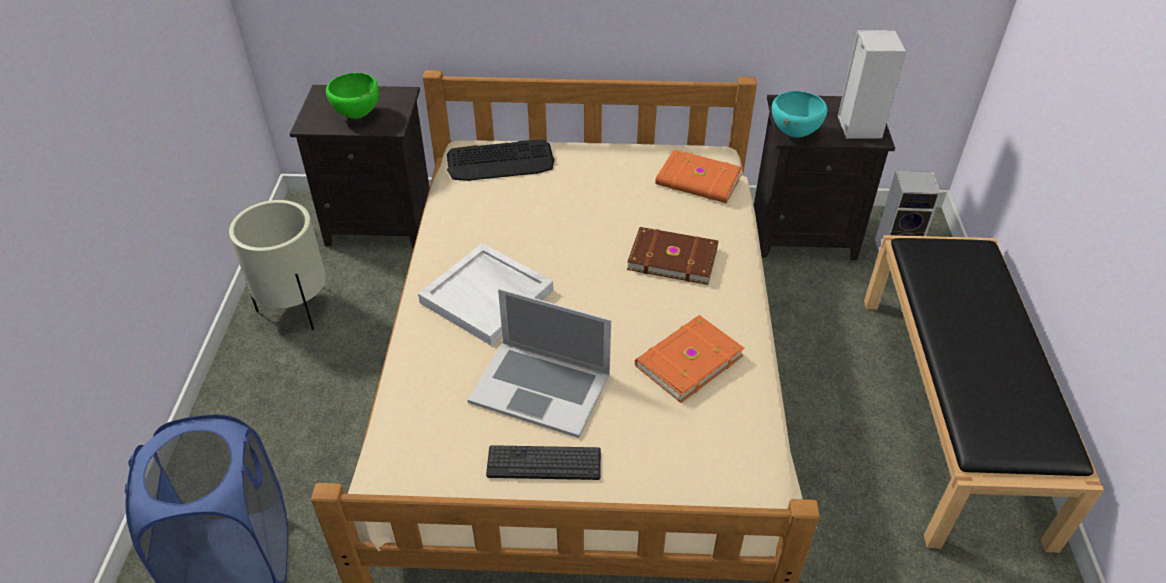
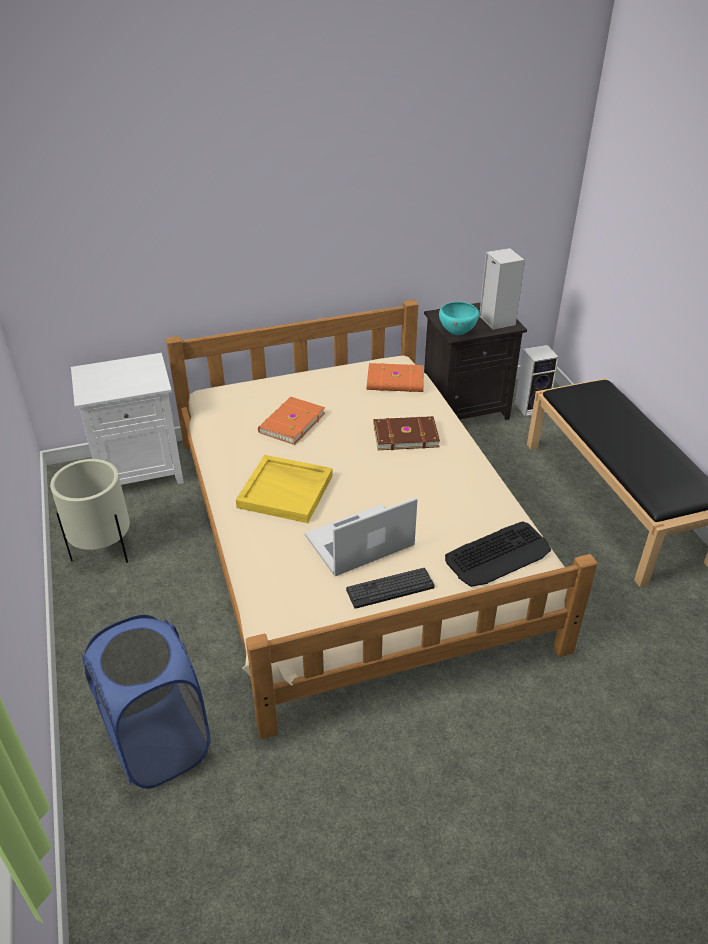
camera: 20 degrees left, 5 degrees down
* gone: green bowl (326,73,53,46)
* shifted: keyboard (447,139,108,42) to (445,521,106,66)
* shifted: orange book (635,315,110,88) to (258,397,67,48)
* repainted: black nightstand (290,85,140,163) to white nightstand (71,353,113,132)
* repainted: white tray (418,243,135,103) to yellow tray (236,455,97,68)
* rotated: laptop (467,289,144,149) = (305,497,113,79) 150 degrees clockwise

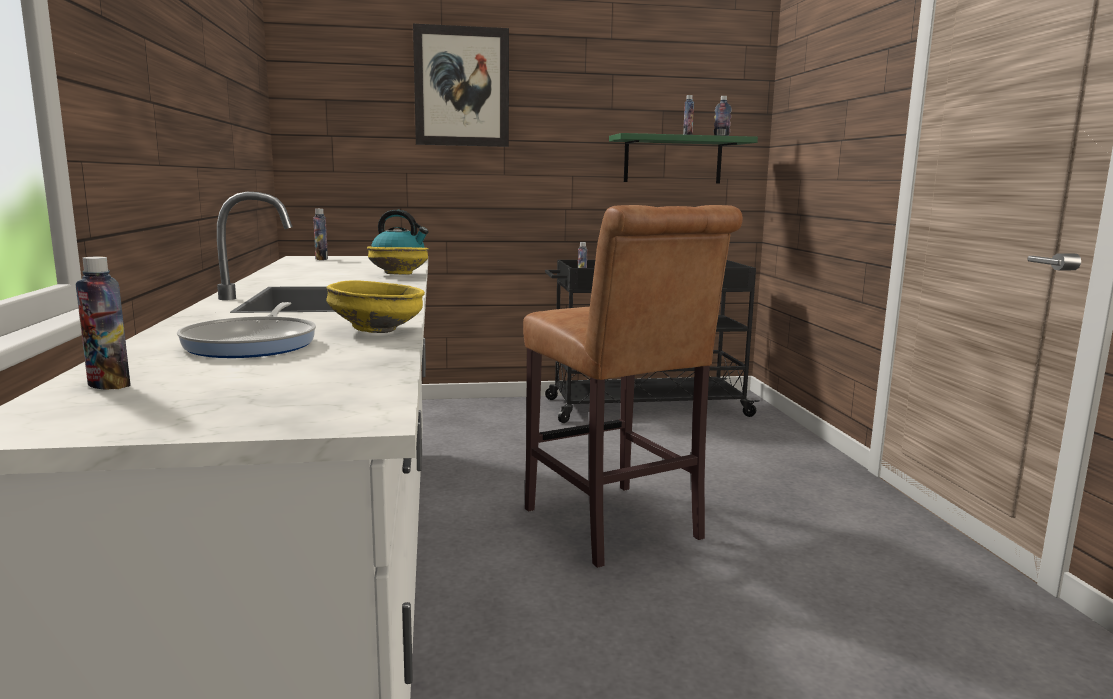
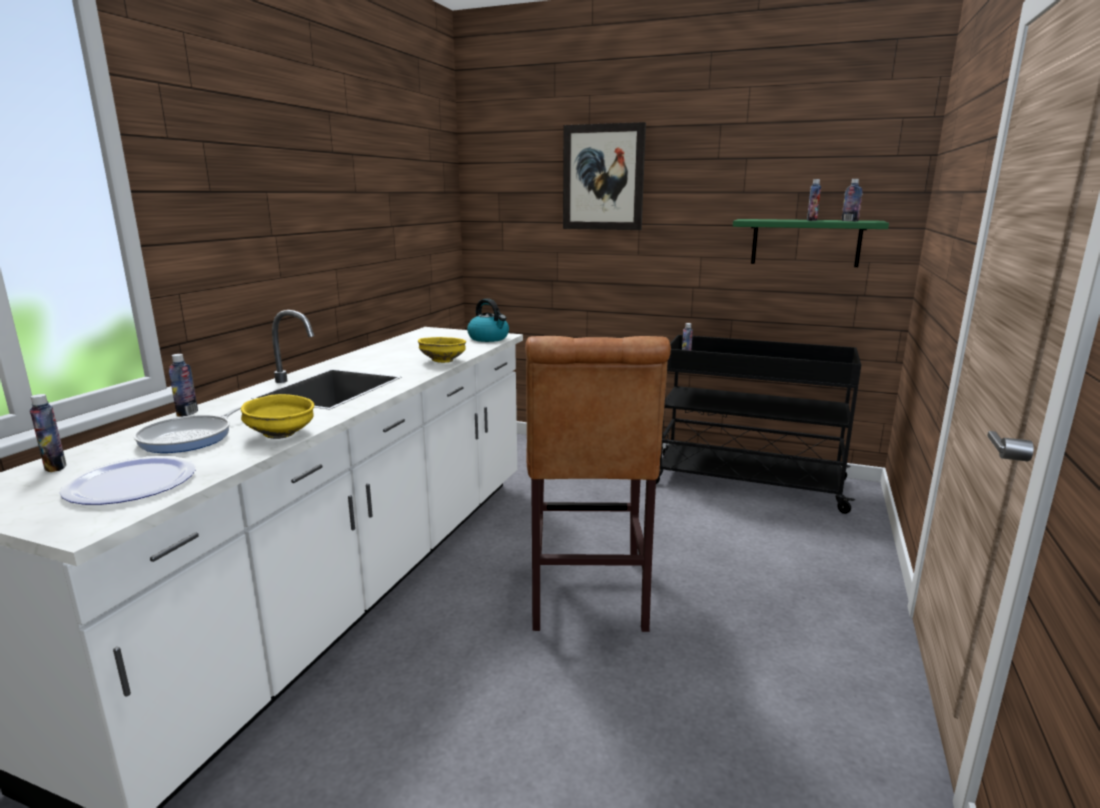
camera: 30 degrees right, 5 degrees up
* new: plate (60,456,135,49)
* shifted: bottle (313,209,15,51) to (169,354,29,63)

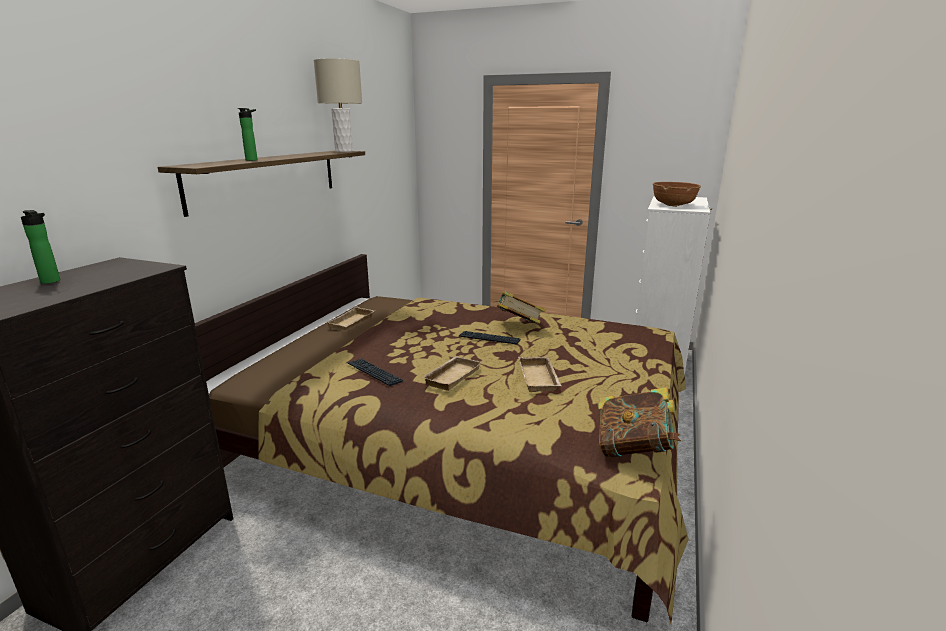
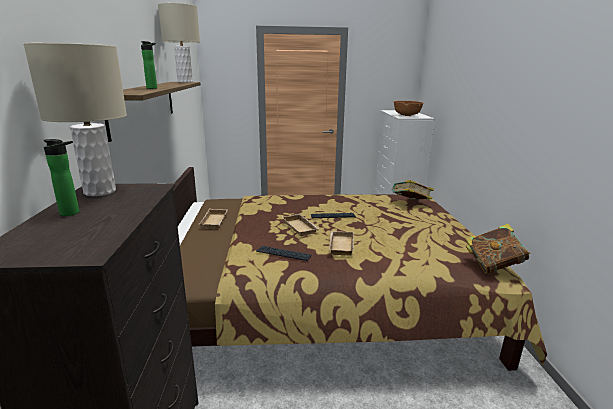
camera: 25 degrees left, 0 degrees up
* new: beige table lamp (23,43,104,153)
* shifted: book (495,291,51,33) to (392,180,42,20)
* shifted: beige tray (518,357,43,35) to (282,214,37,22)

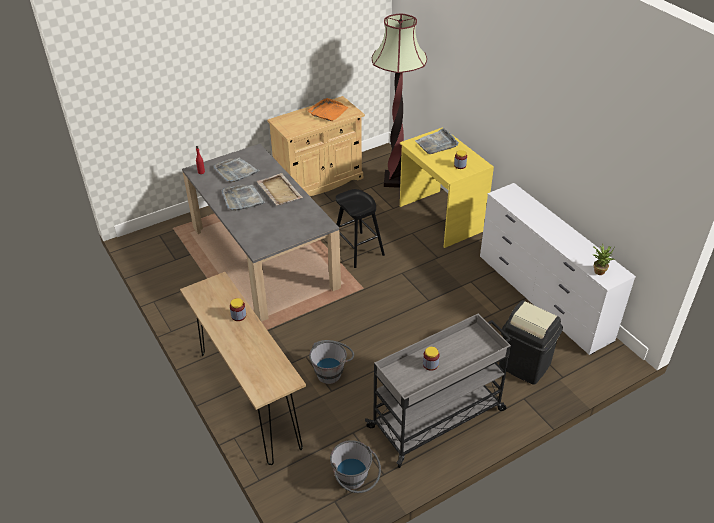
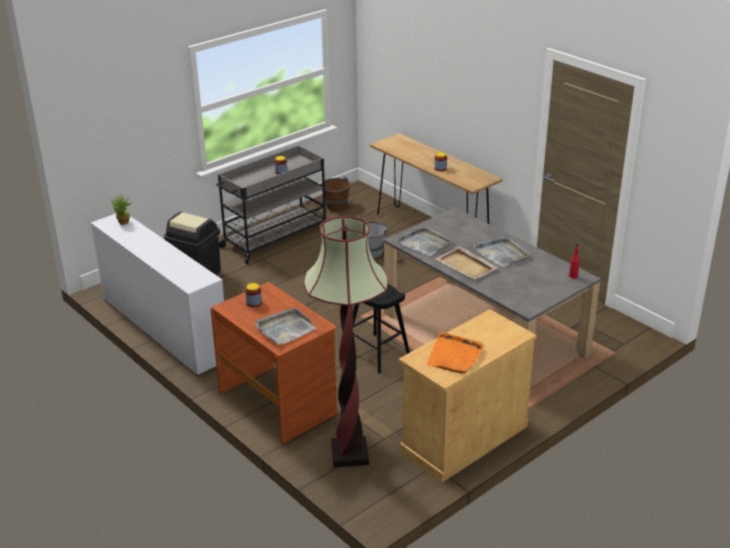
camera: 170 degrees right, 10 degrees down
* shifted: grey tray (214,158,46,25) to (396,226,57,30)
* repainted: grey bucket (330,440,51,53) to brown bucket (321,176,30,35)
* repainted: yellow desk (400,127,94,121) to brown desk (211,282,126,162)

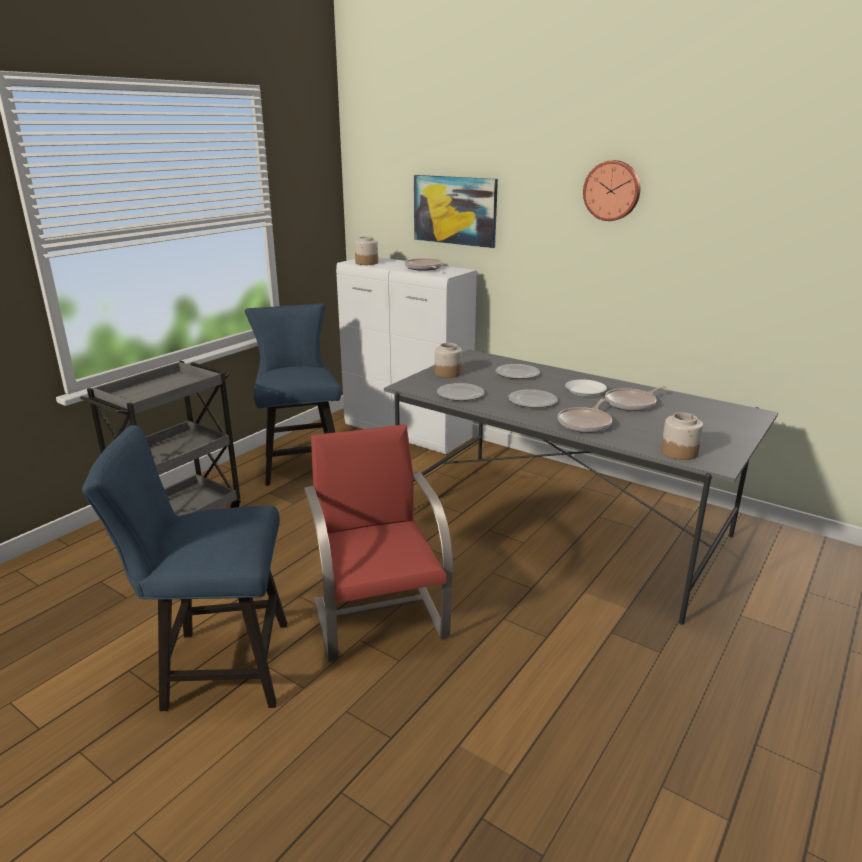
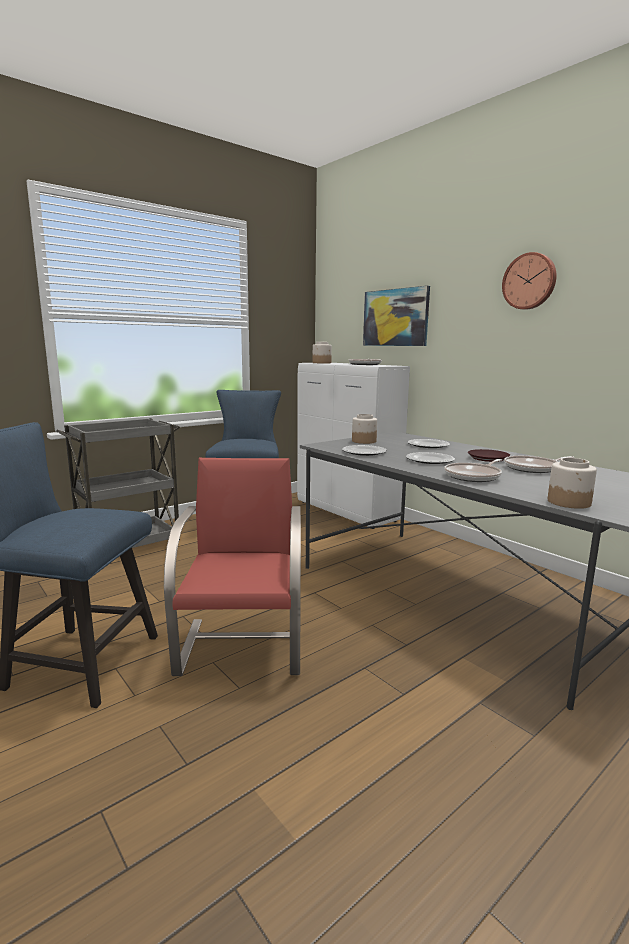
camera: 15 degrees right, 10 degrees down
* repainted: white plate (565,380,42,17) to brown plate (468,449,42,13)

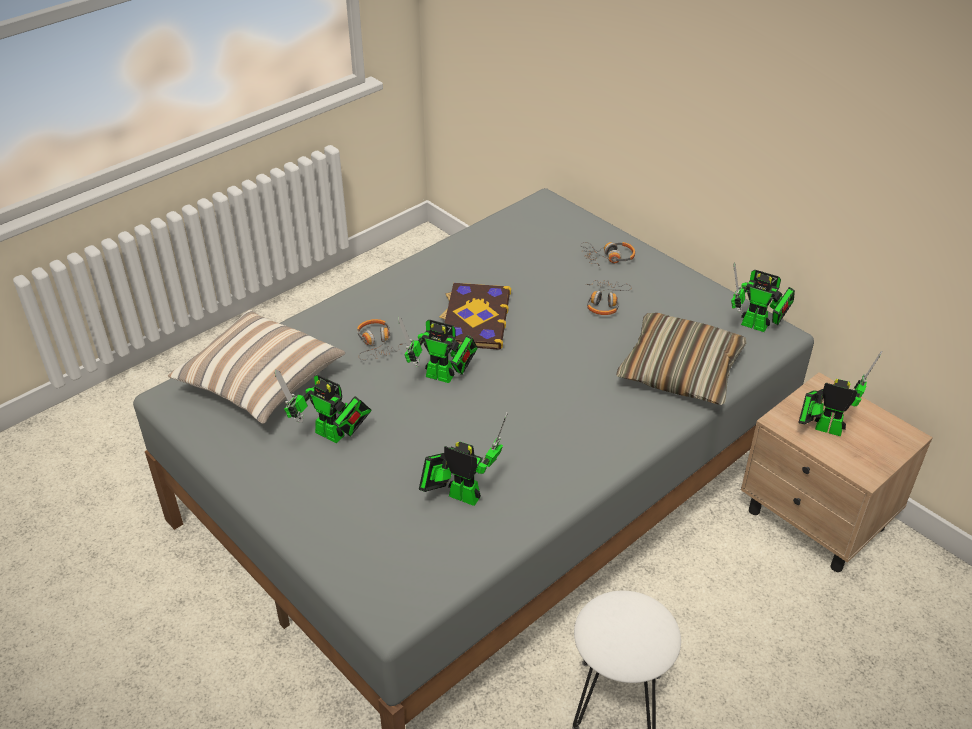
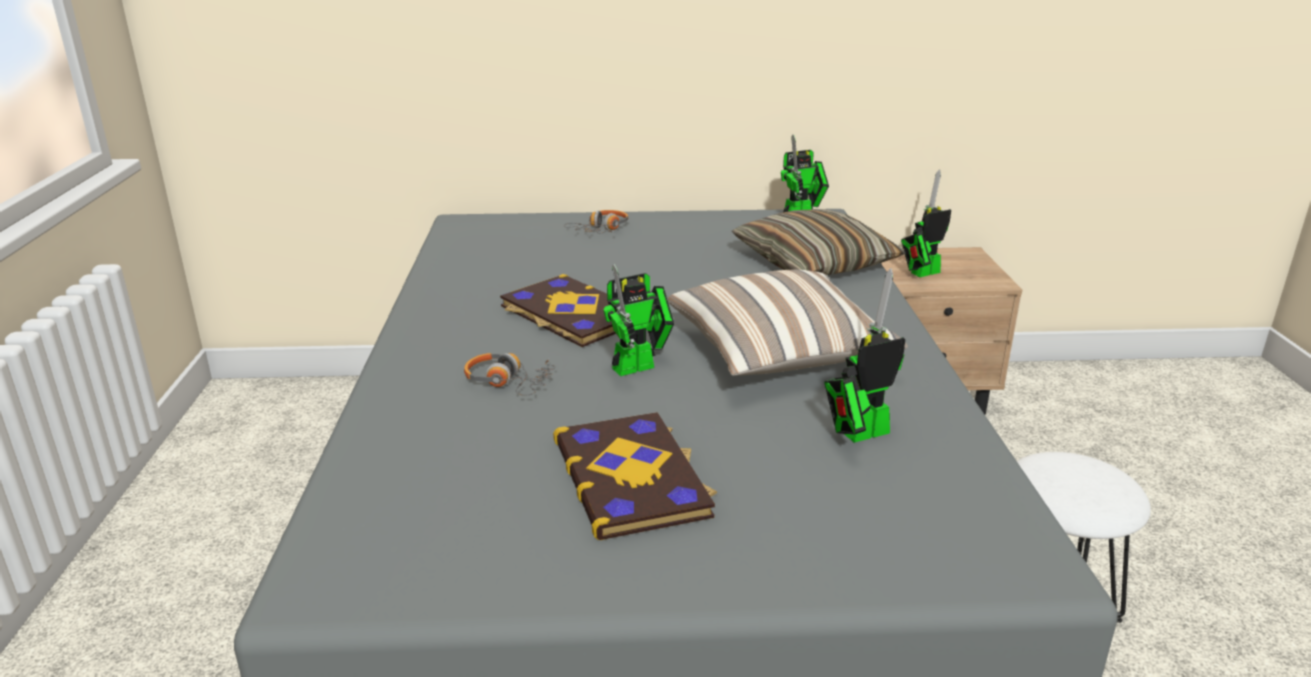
camera: 50 degrees left, 15 degrees down
* gone: headphones (586,280,46,35)
* shifted: pillow (168,310,177,114) to (667,270,241,106)
* swapped: toy robot (275,369,96,74) to book (553,412,164,128)

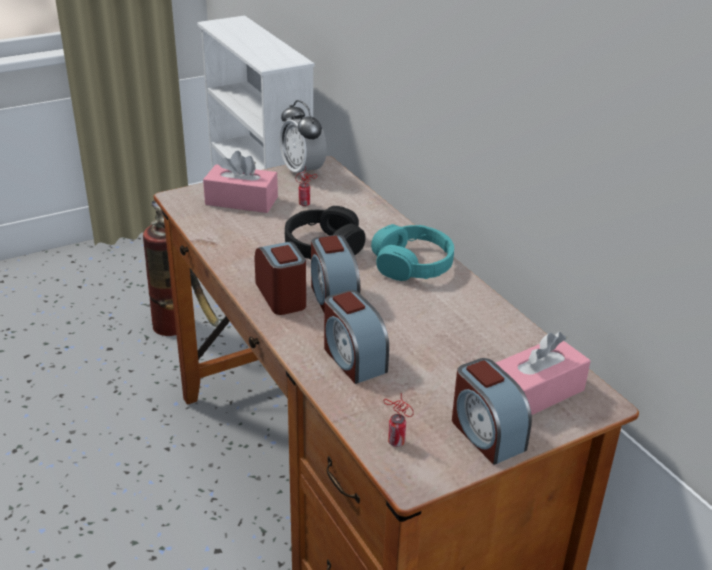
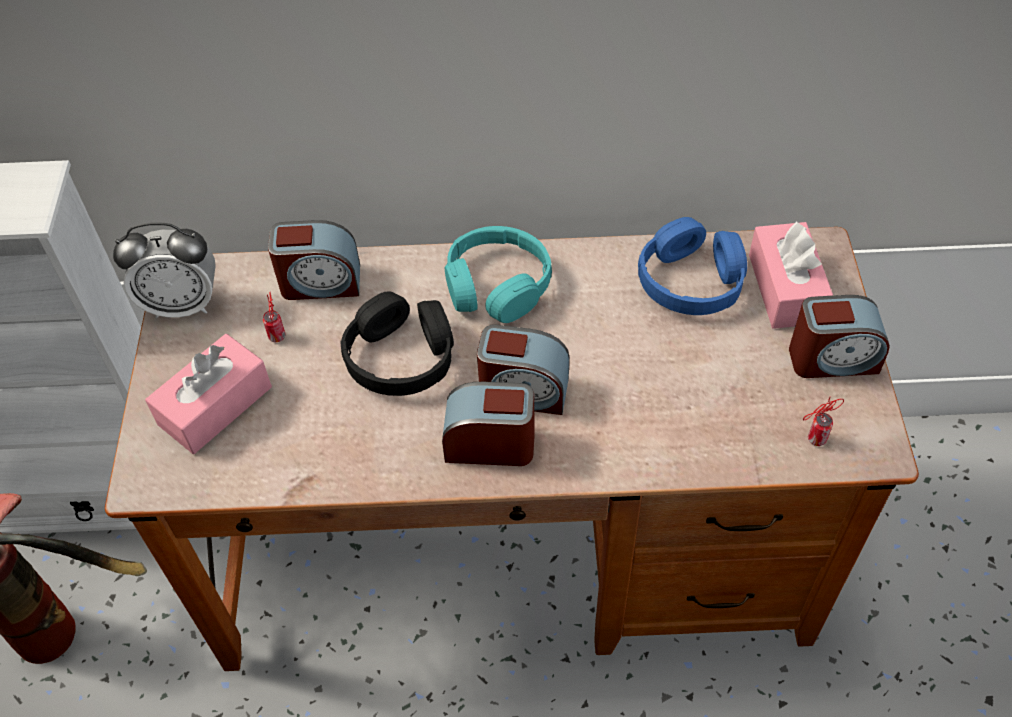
camera: 60 degrees left, 20 degrees up
* new: blue headphones (638,217,109,98)
* shifted: alarm clock (324,290,65,94) to (268,220,92,80)

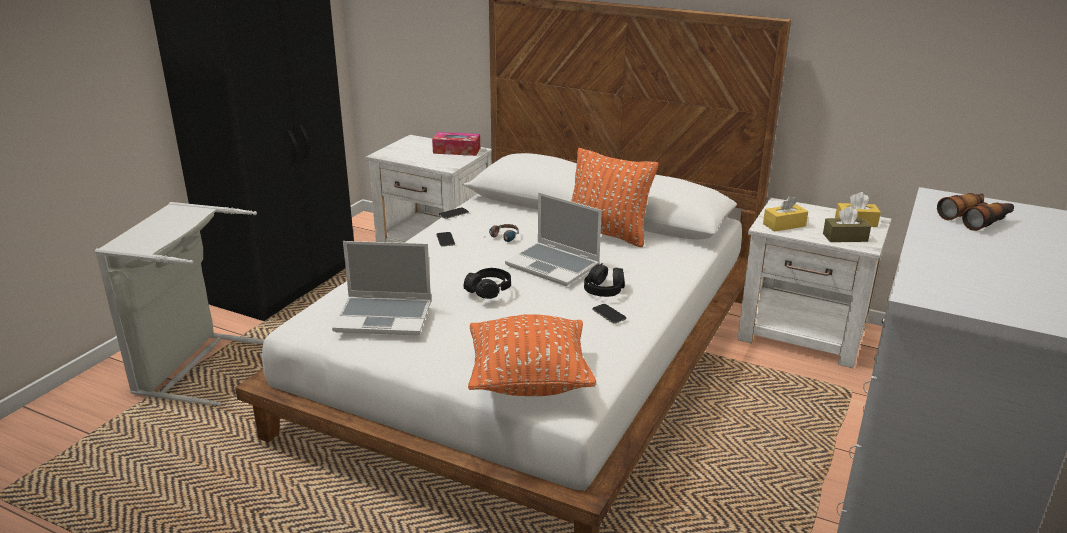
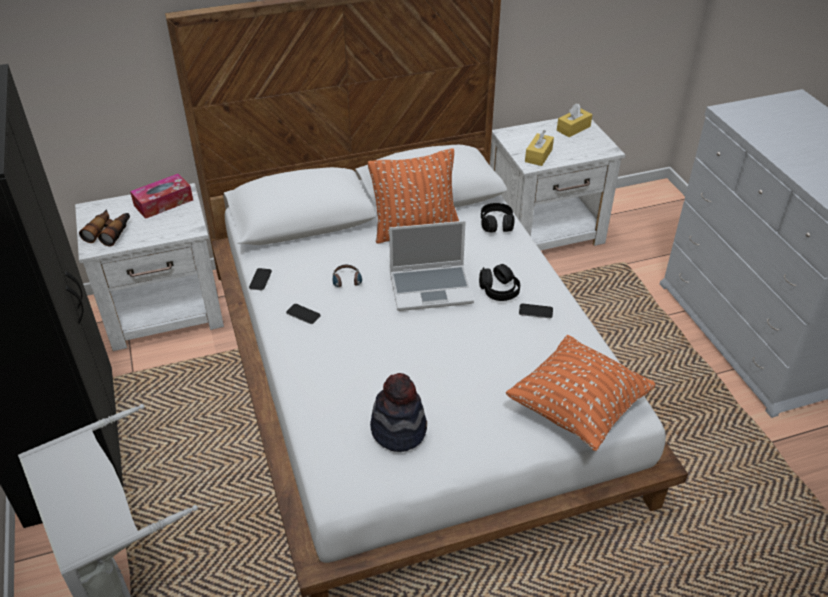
camera: 45 degrees left, 15 degrees up
* gone: brown tissue box (823,206,48,36)
* shifted: black headphones (463,268,48,31) to (481,203,33,30)
* shifted: binoculars (937,193,77,38) to (79,210,51,36)
* swapped: laptop (332,241,99,94) to hat (370,373,57,79)

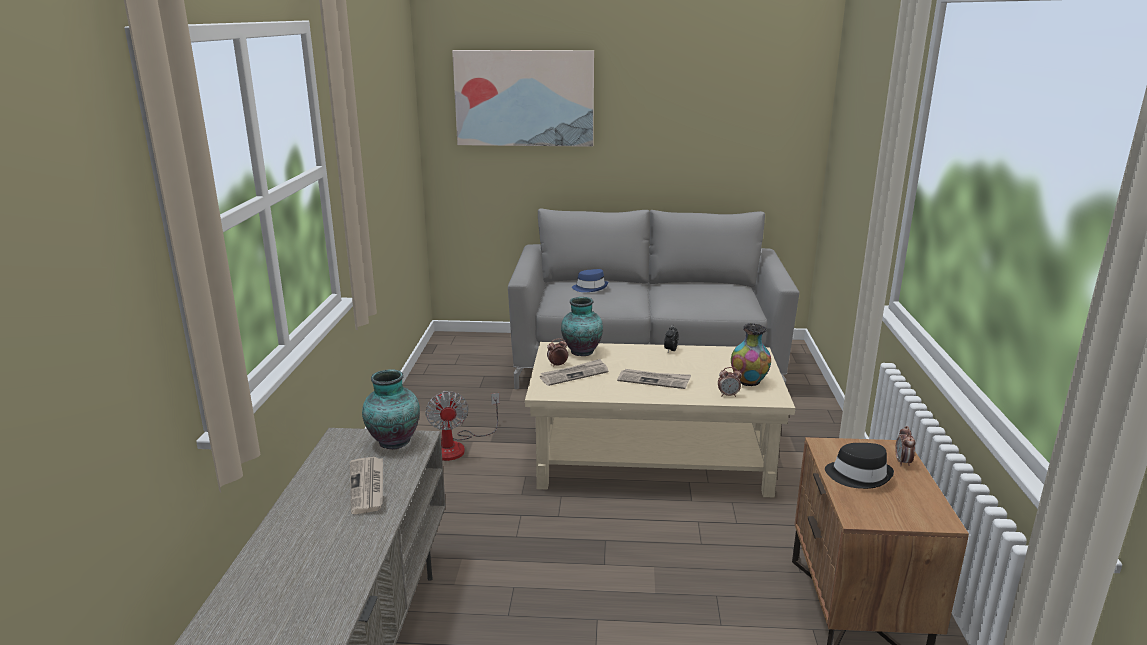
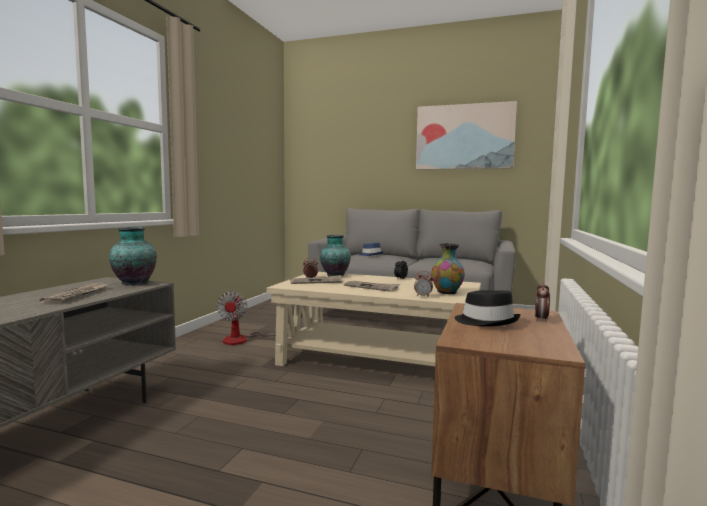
camera: 15 degrees right, 15 degrees down
* shifted: picture (452,50,142,97) to (416,101,101,69)

